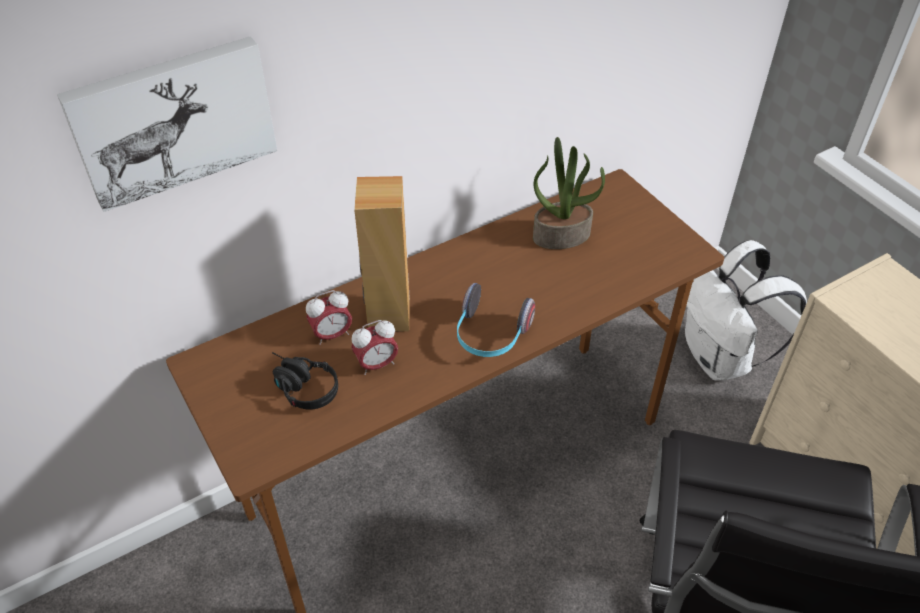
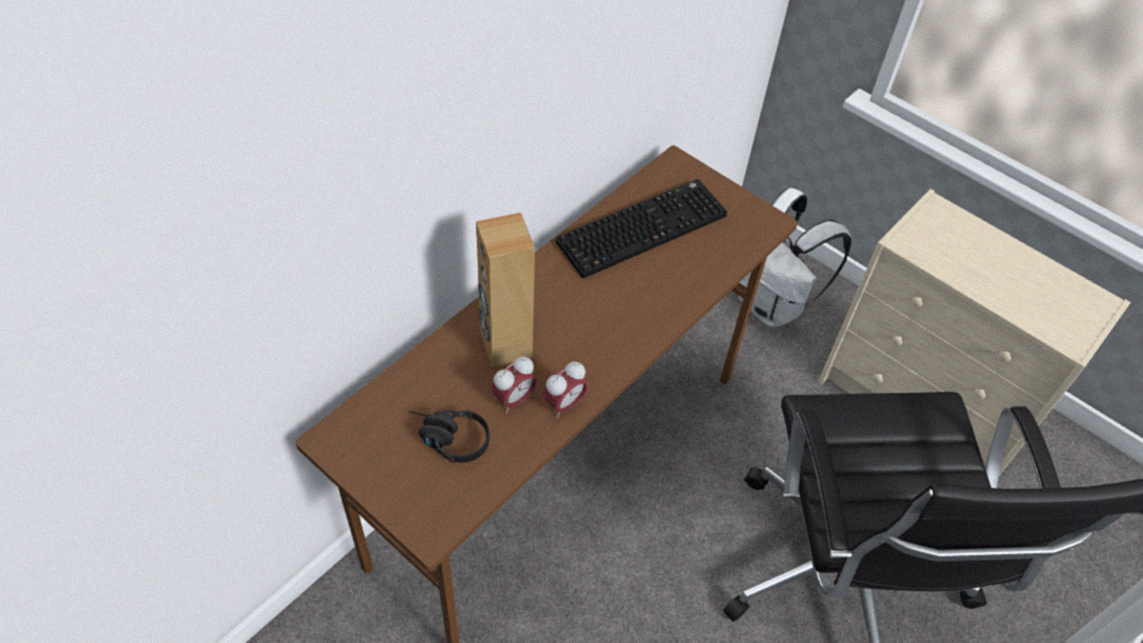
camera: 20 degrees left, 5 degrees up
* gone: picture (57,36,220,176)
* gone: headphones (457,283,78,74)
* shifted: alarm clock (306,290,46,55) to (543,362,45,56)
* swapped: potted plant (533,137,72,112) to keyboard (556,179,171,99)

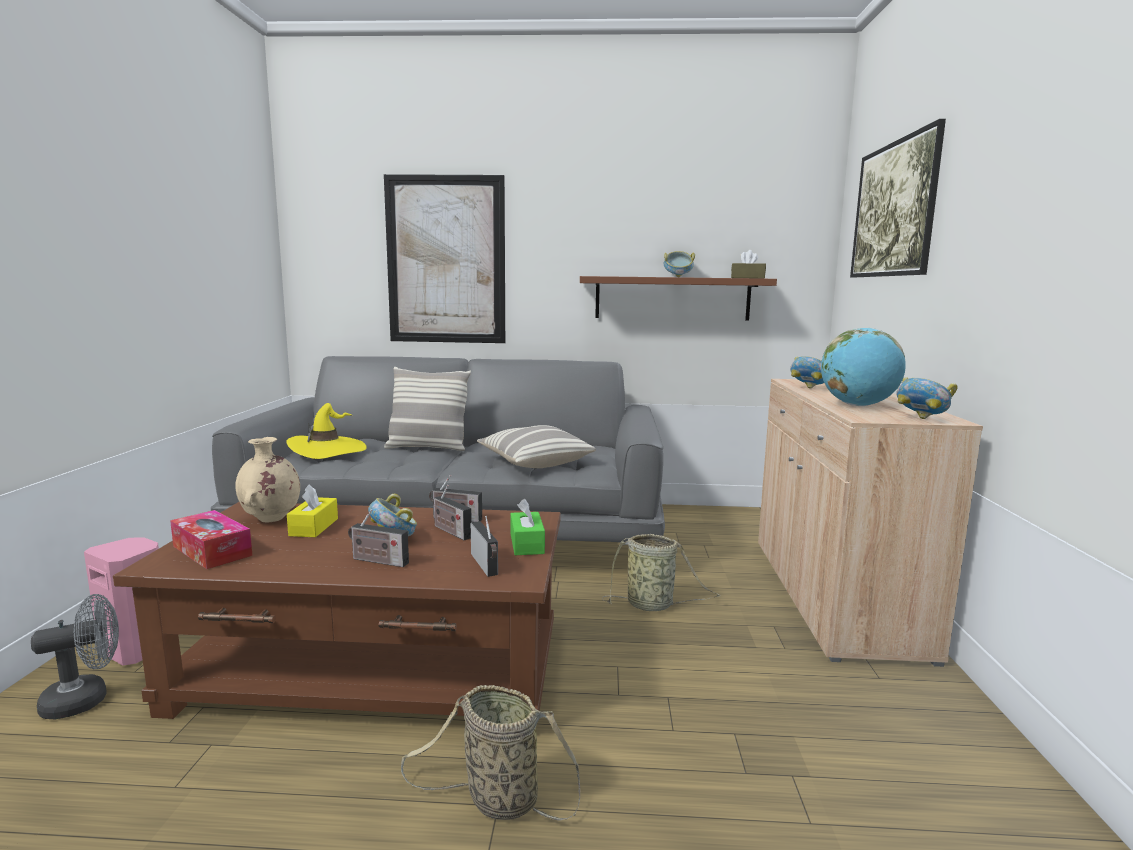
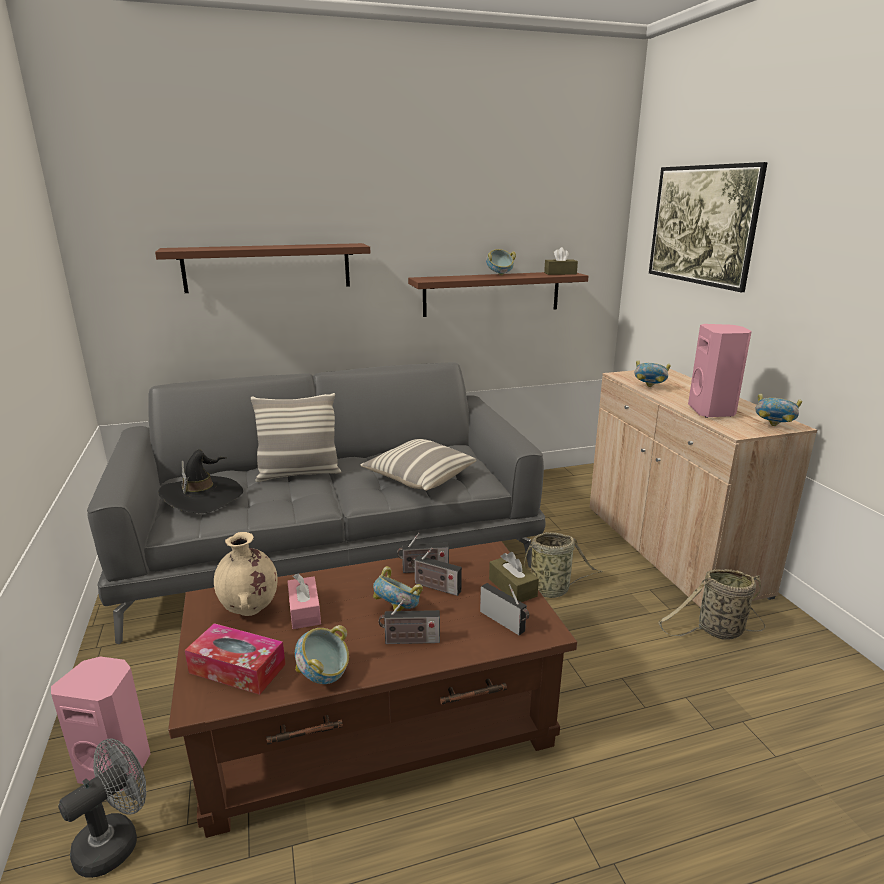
camera: 20 degrees left, 10 degrees up
* new: bowl (295,625,54,59)
* shifted: basket (401,685,179,136) to (658,569,108,71)
* swapped: picture (384,174,121,169) to brown shelf (155,243,215,50)
* swapped: globe (821,328,85,78) to pink speaker (688,324,64,94)
* repainted: yellow hat (286,403,81,56) to black hat (158,449,85,64)
* repainted: yellow tissue box (287,484,51,53) to pink tissue box (287,574,34,55)
* repainted: green tissue box (511,499,34,56) to brown tissue box (489,552,50,50)

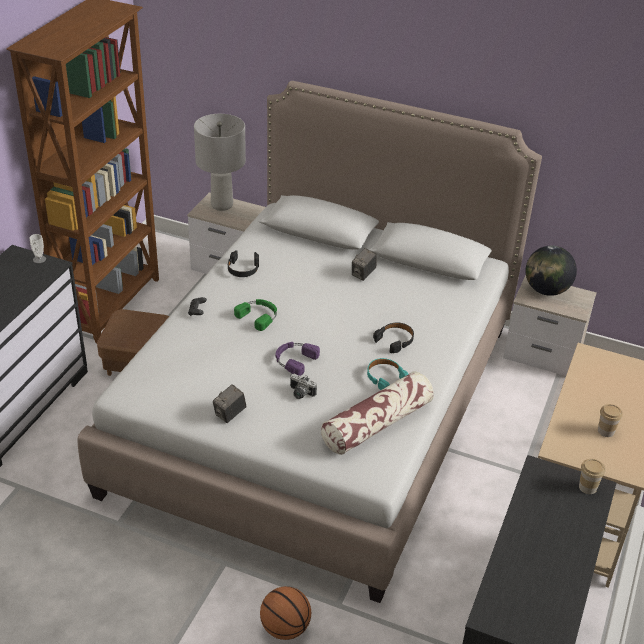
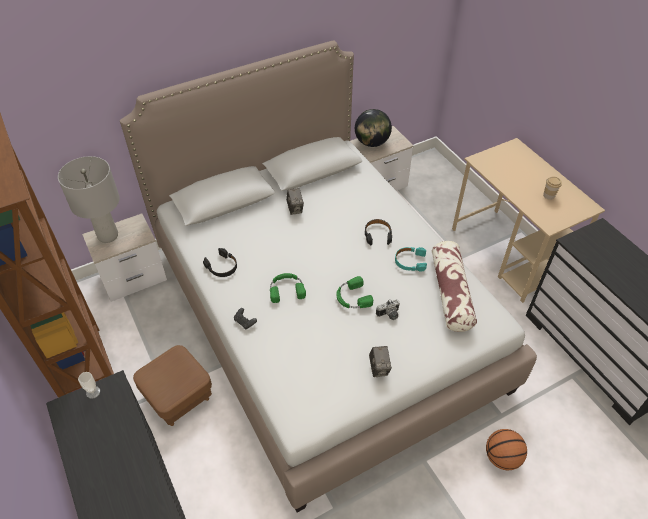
camera: 50 degrees left, 10 degrees up
* gone: cup (579,459,27,35)
* repainted: purple headphones (275,342,45,34) to green headphones (336,276,37,32)

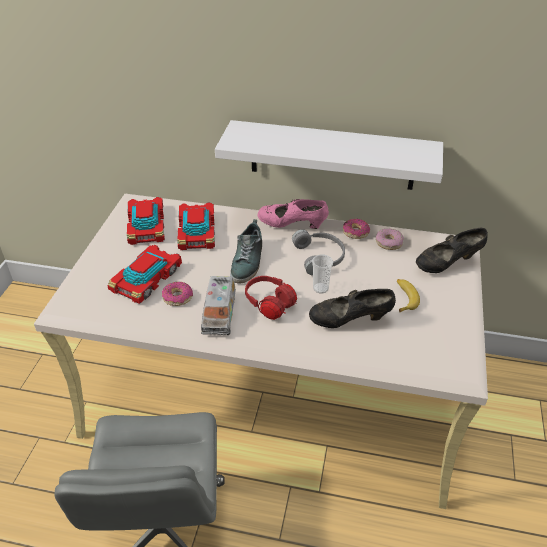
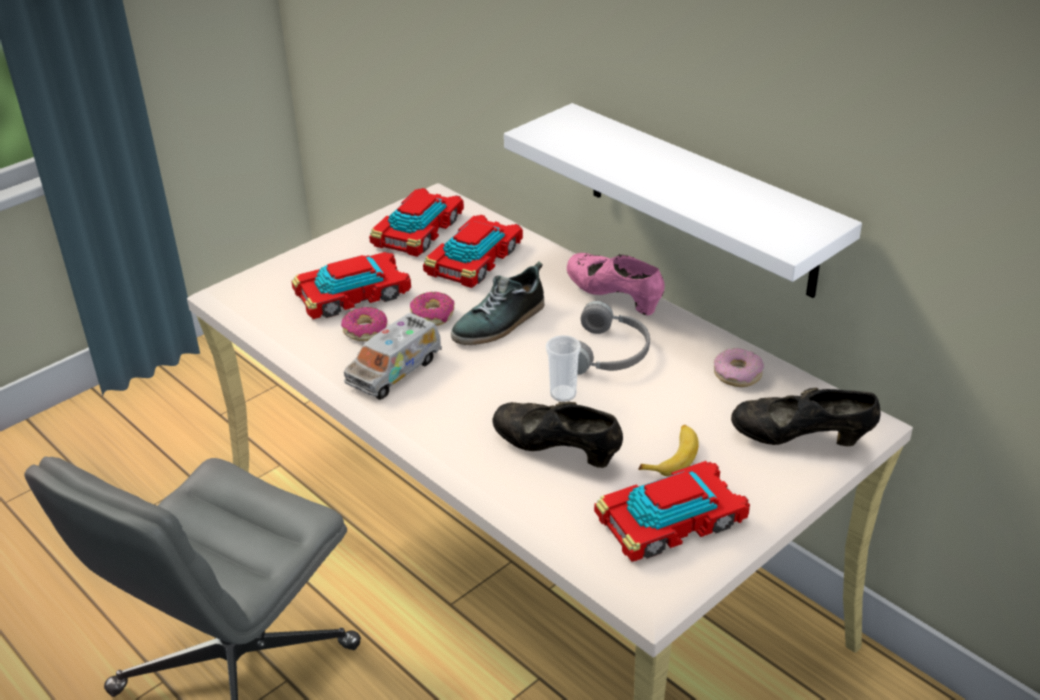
camera: 35 degrees right, 5 degrees down
* gone: red headphones (245,276,52,44)
* new: toy car (594,461,156,101)
* shifted: donut (343,219,27,20) to (410,292,44,34)

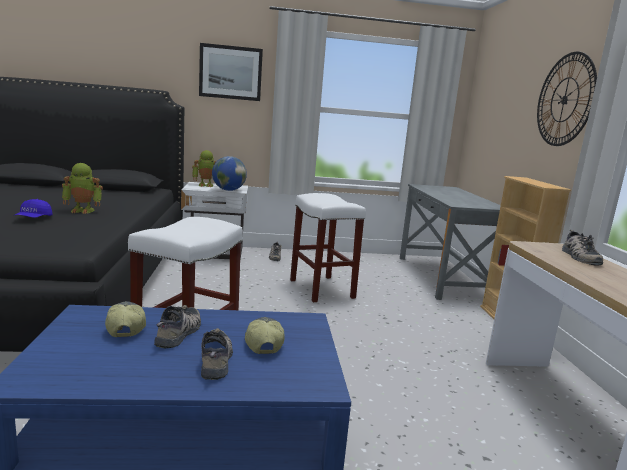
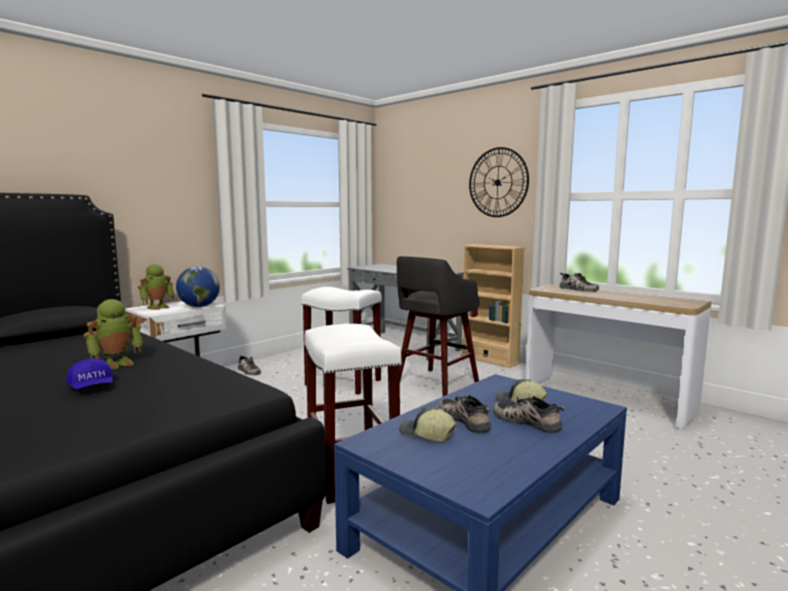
camera: 40 degrees left, 5 degrees down
* gone: picture (199,43,64,58)
* new: grey stool (397,256,83,140)

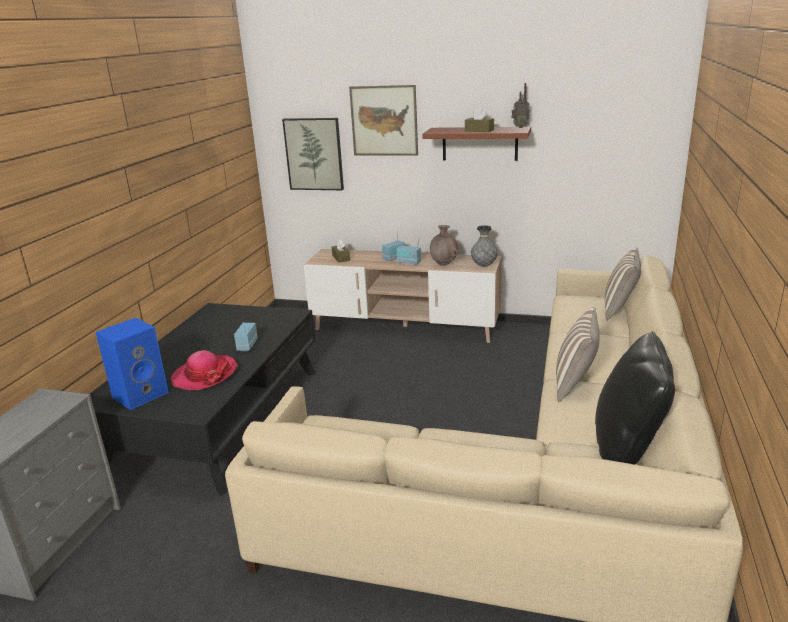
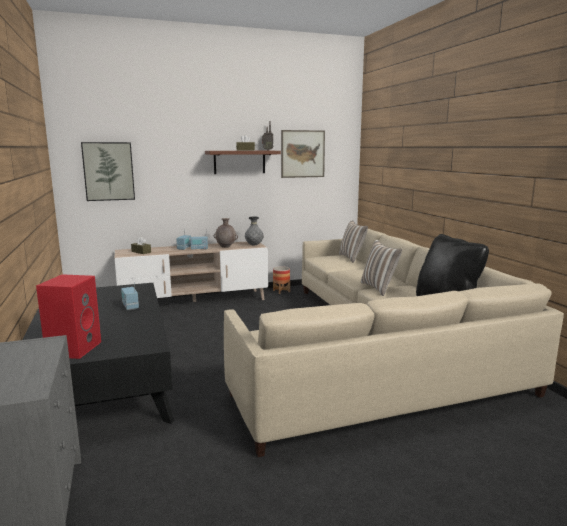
camera: 35 degrees left, 10 degrees down
* gone: hat (171,350,67,40)
* new: planter (273,266,17,28)
* shifted: picture (349,85,69,70) to (281,130,44,48)
* repainted: blue speaker (96,318,73,92) to red speaker (36,274,65,85)

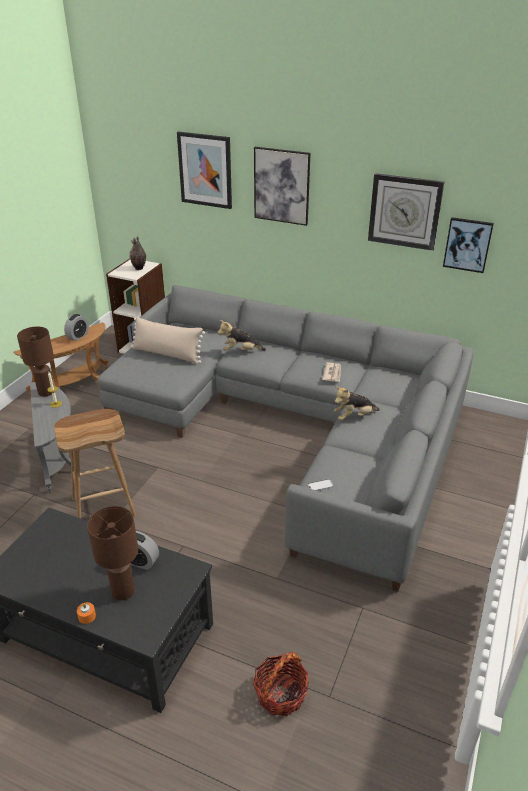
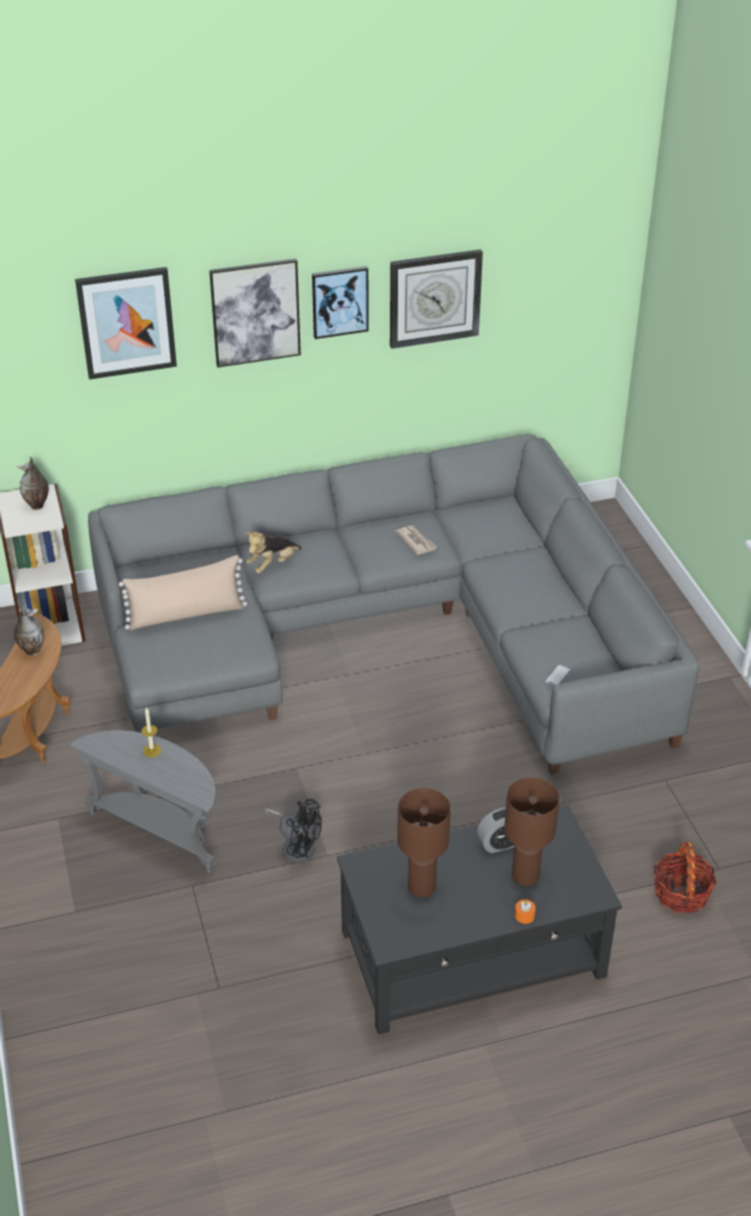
camera: 40 degrees left, 5 degrees up
* gone: plush toy (334,386,46,34)
* shifted: brown table lamp (17,326,37,70) to (397,788,54,109)
* shifted: picture (443,217,51,56) to (312,266,57,73)
* swapped: brown stool (54,409,82,109) to black fan (264,799,58,64)
* swapped: alarm clock (64,314,25,27) to vase (14,603,30,53)

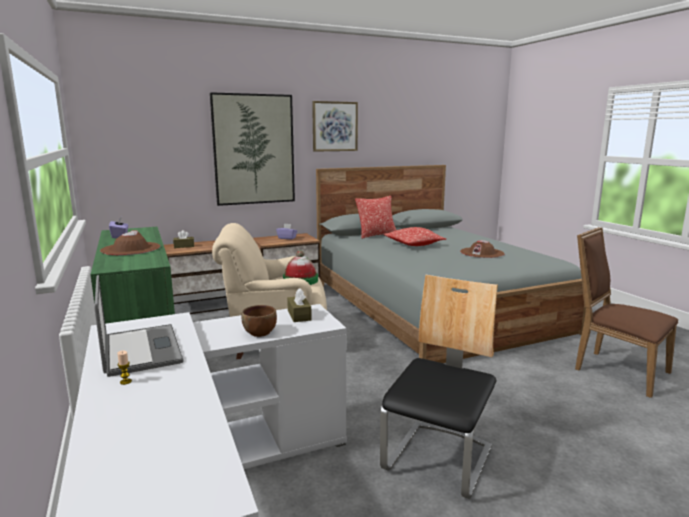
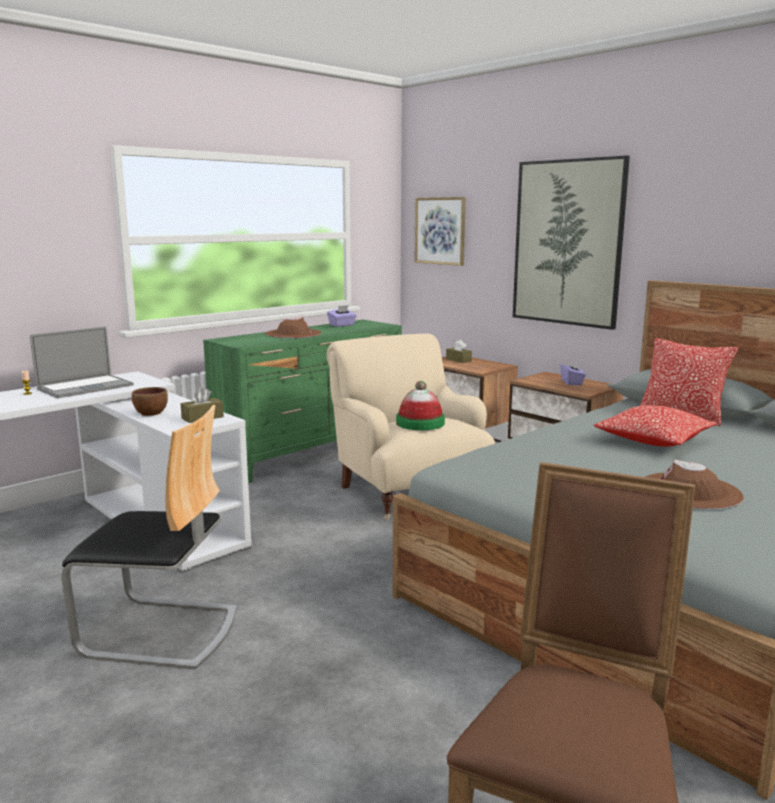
camera: 70 degrees right, 0 degrees up
* shifted: picture (312,101,46,51) to (415,197,51,69)

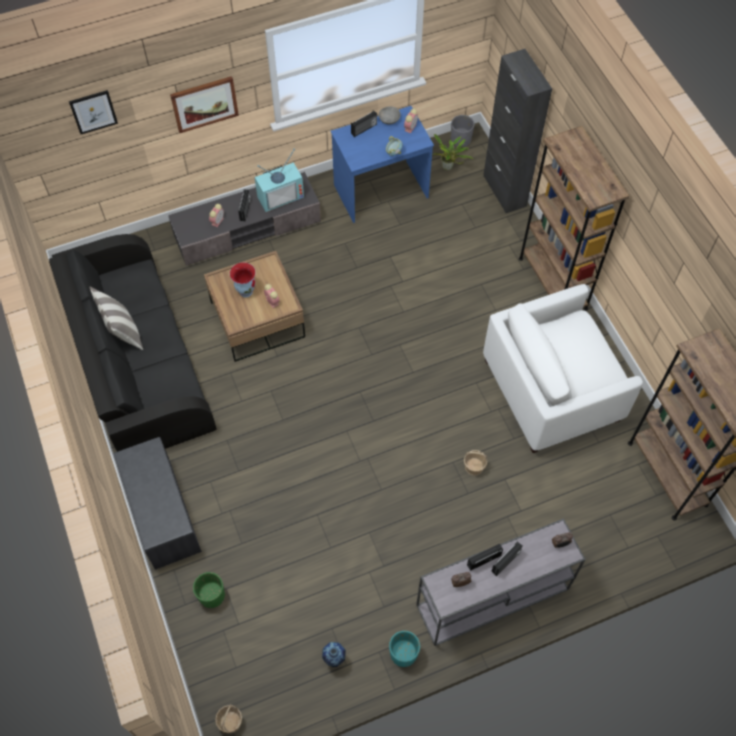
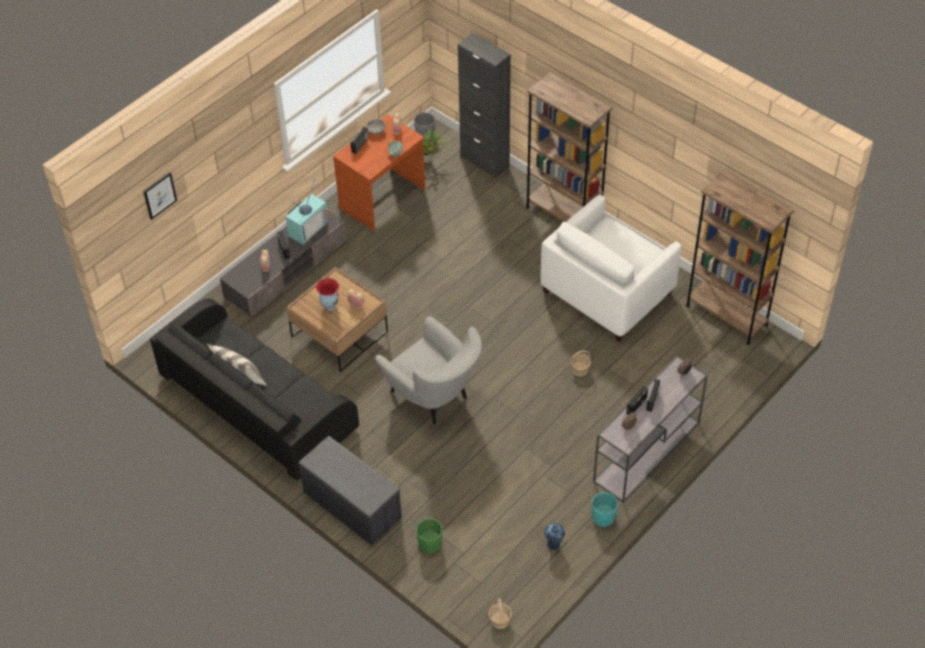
camera: 25 degrees left, 10 degrees down
* gone: picture (170,76,69,57)
* new: grey armchair (375,316,107,108)
* repainted: blue desk (331,106,103,117) to brown desk (333,114,92,117)

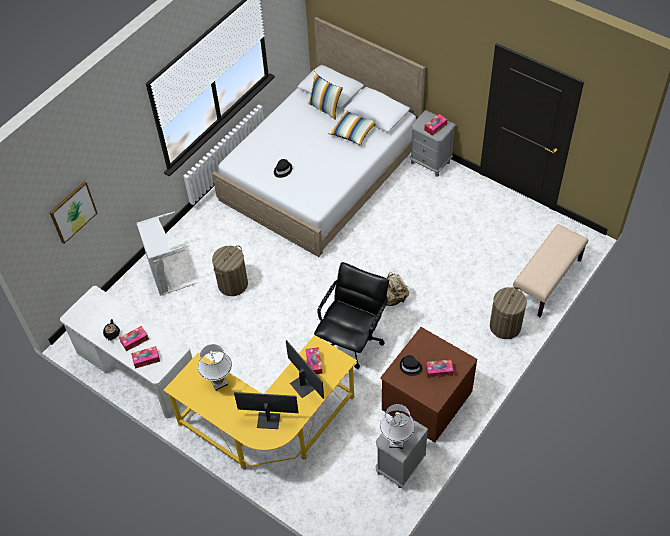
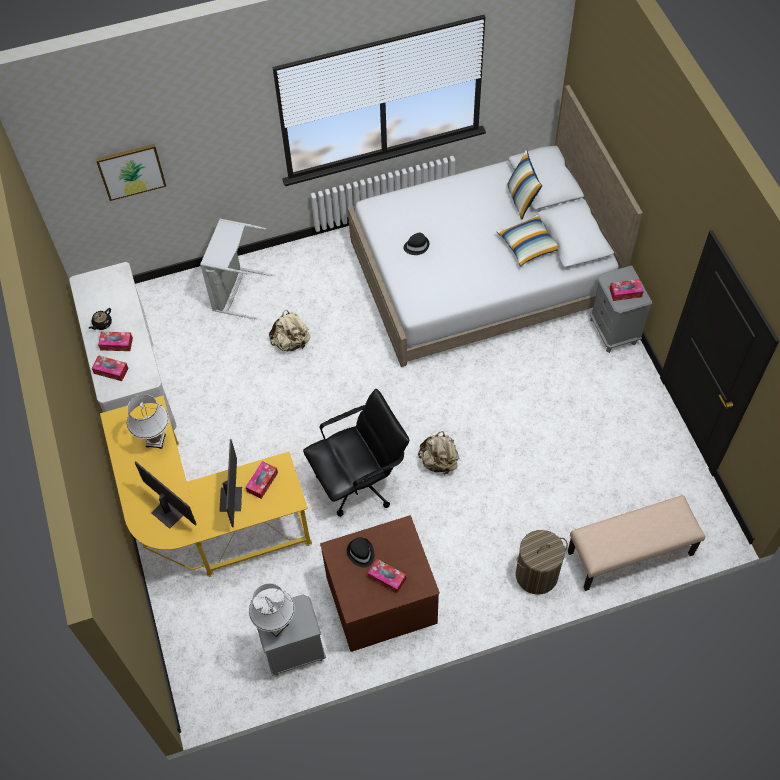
camera: 35 degrees right, 5 degrees up
* swapped: laundry basket (212,245,36,51) to beige backpack (269,310,42,41)

